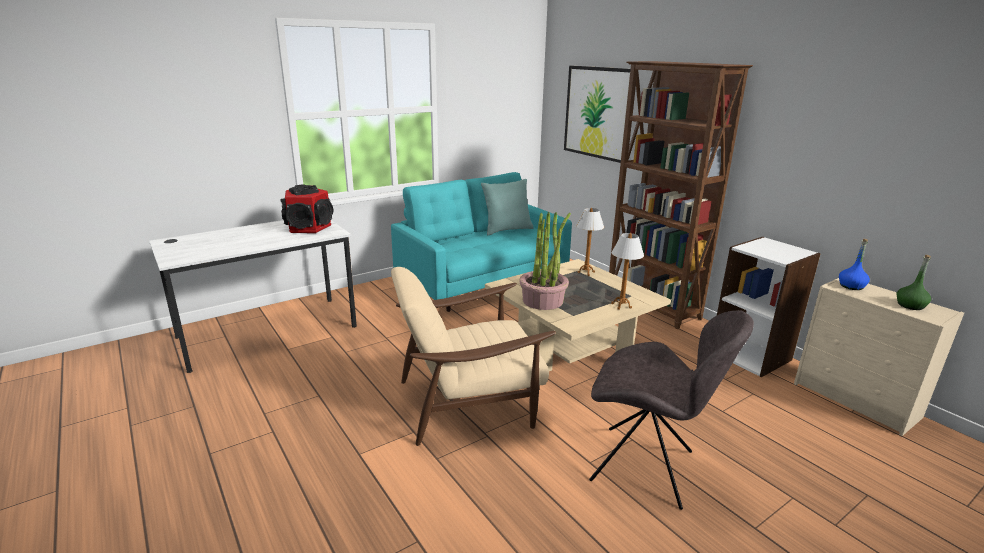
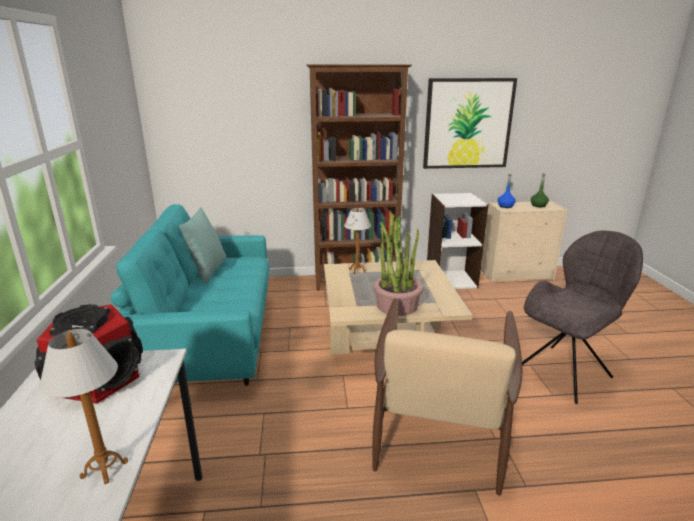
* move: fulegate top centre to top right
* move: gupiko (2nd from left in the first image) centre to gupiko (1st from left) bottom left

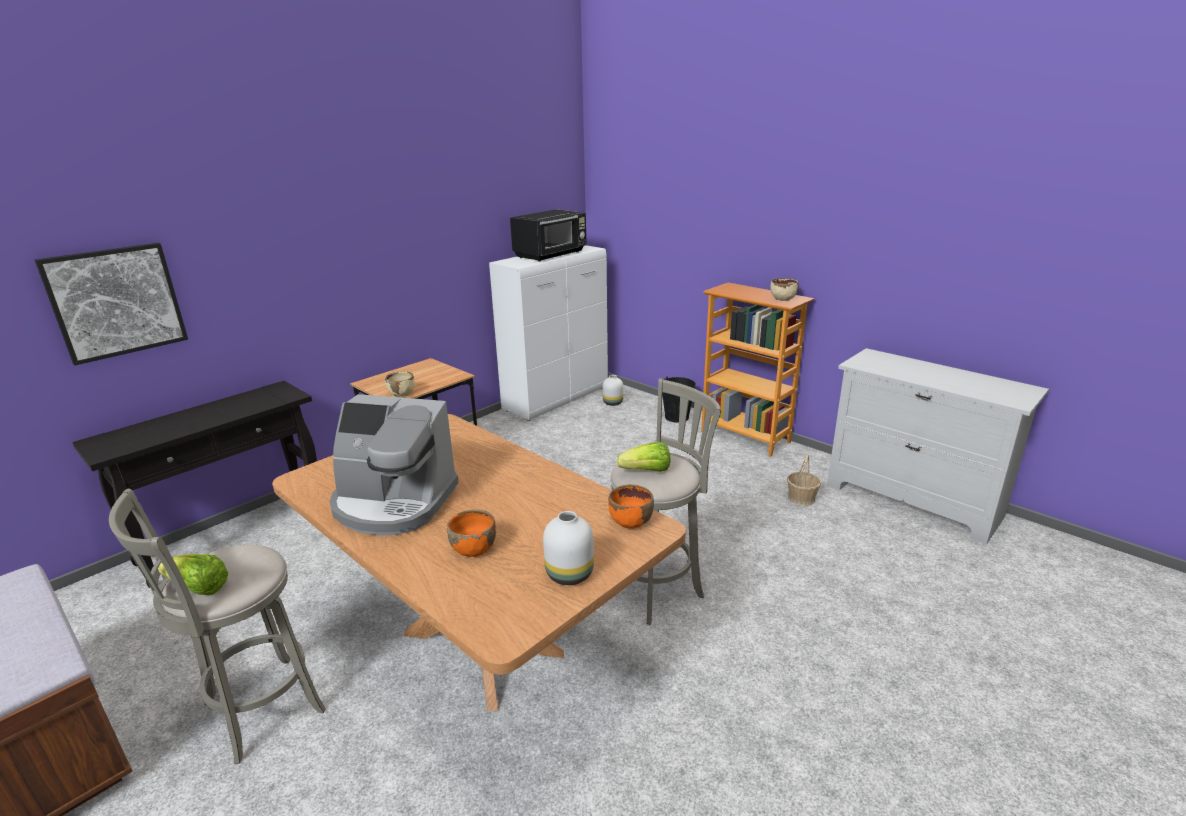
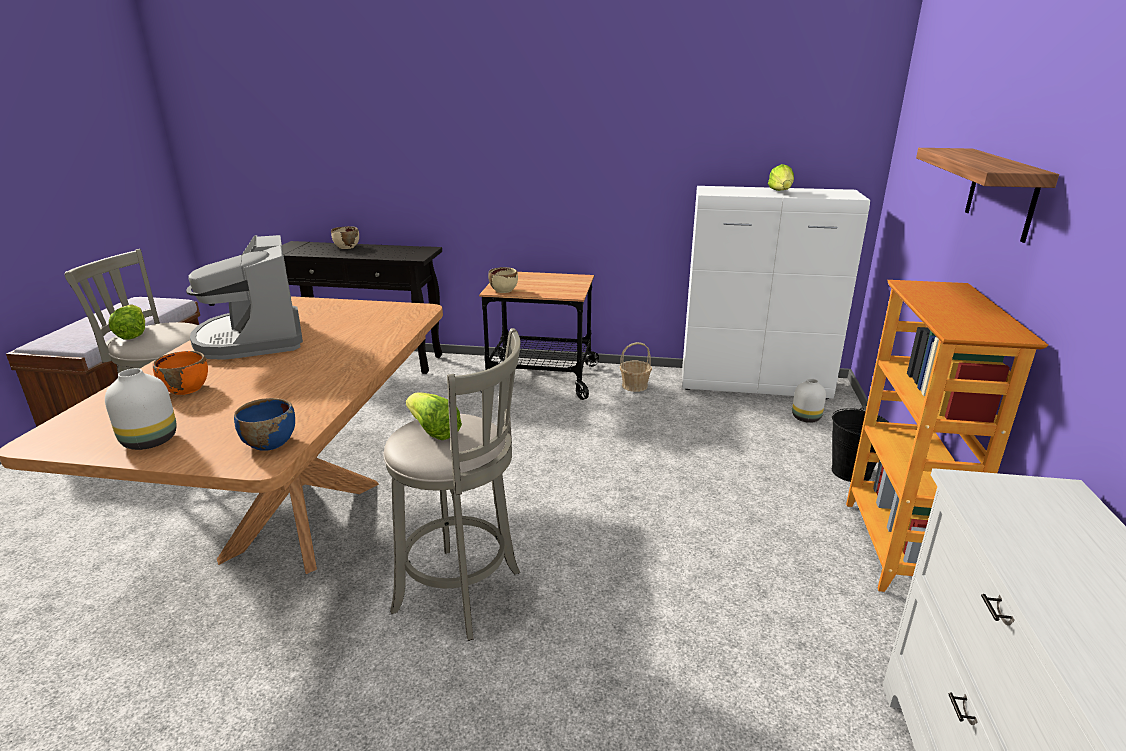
* delete: fulegate middle left
* insert: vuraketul top right
* move: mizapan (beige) (2nd from left in the first image) centre to mizapan (beige) (1st from left) top left
* move: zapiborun middle right to centre
* replace: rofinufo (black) top centre to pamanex (3rd from left) top right
* recolor: mizapan (orange) (2nd from left) centre to mizapan (blue) middle left

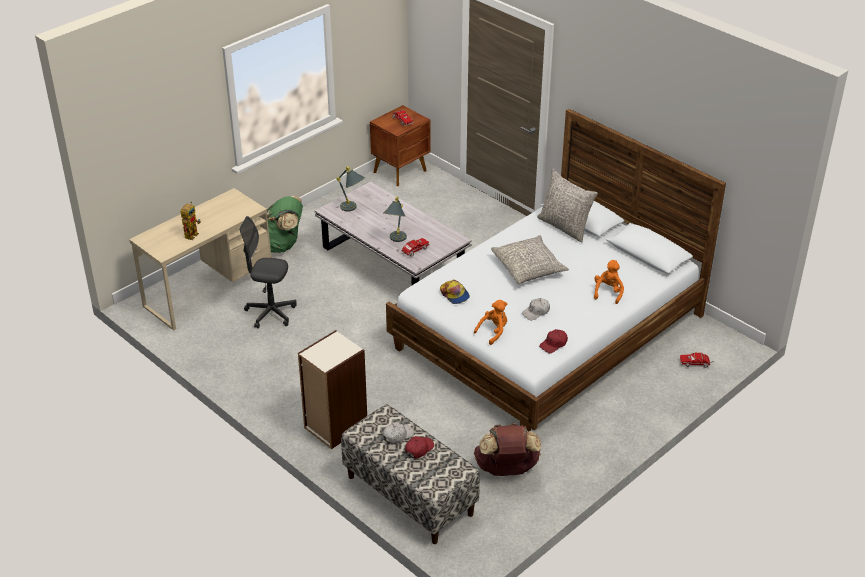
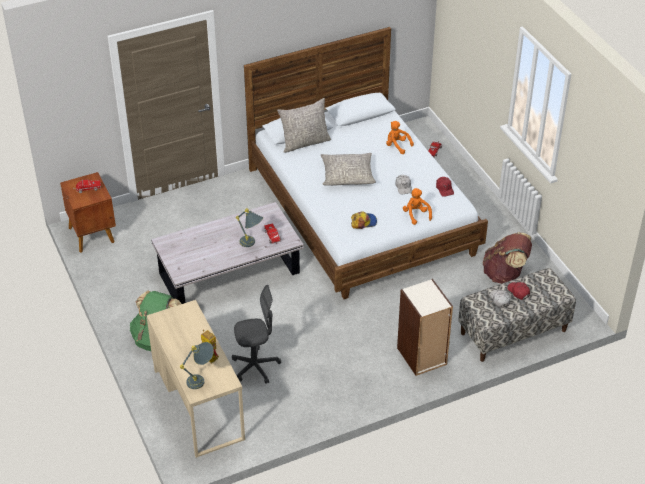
* move: gupiko (grey) (1st from left) top centre to bottom left
* rotate: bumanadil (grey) middle left = bottom centre 135 degrees counterclockwise

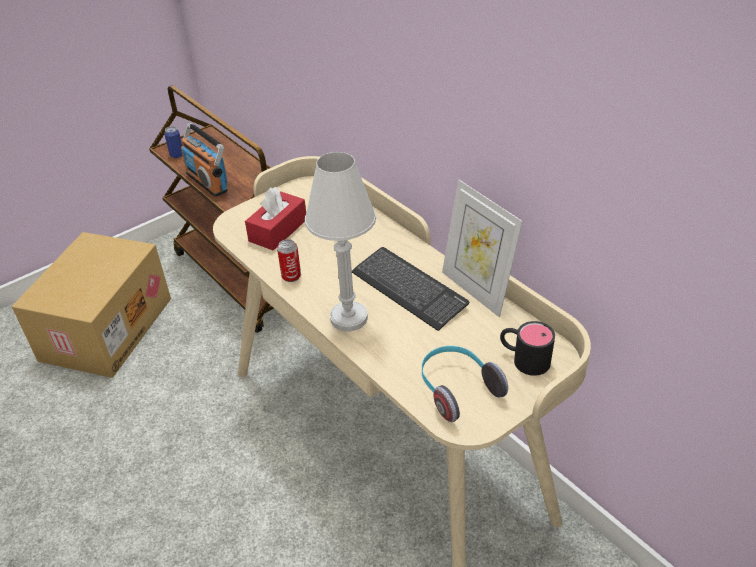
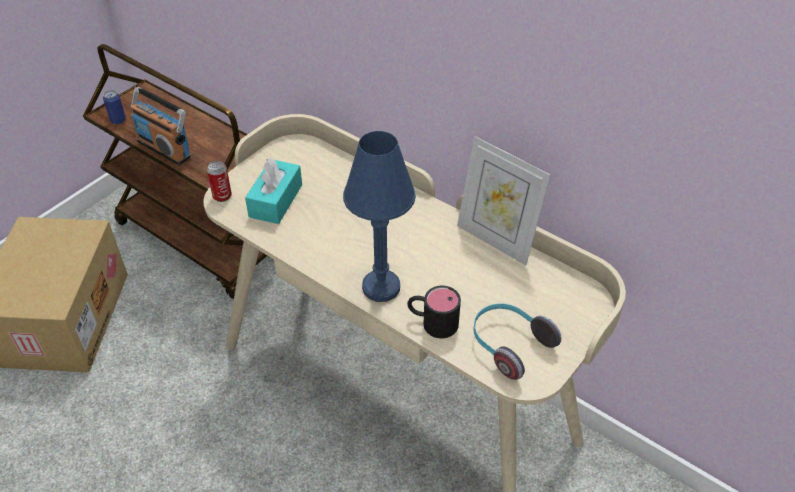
* delete: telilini centre
* move: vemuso (2nd from left) centre to middle left
* move: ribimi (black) middle right to centre
* recolor: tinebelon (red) centre to tinebelon (turquoise) centre
* recolor: gupiko (white) centre to gupiko (blue) centre

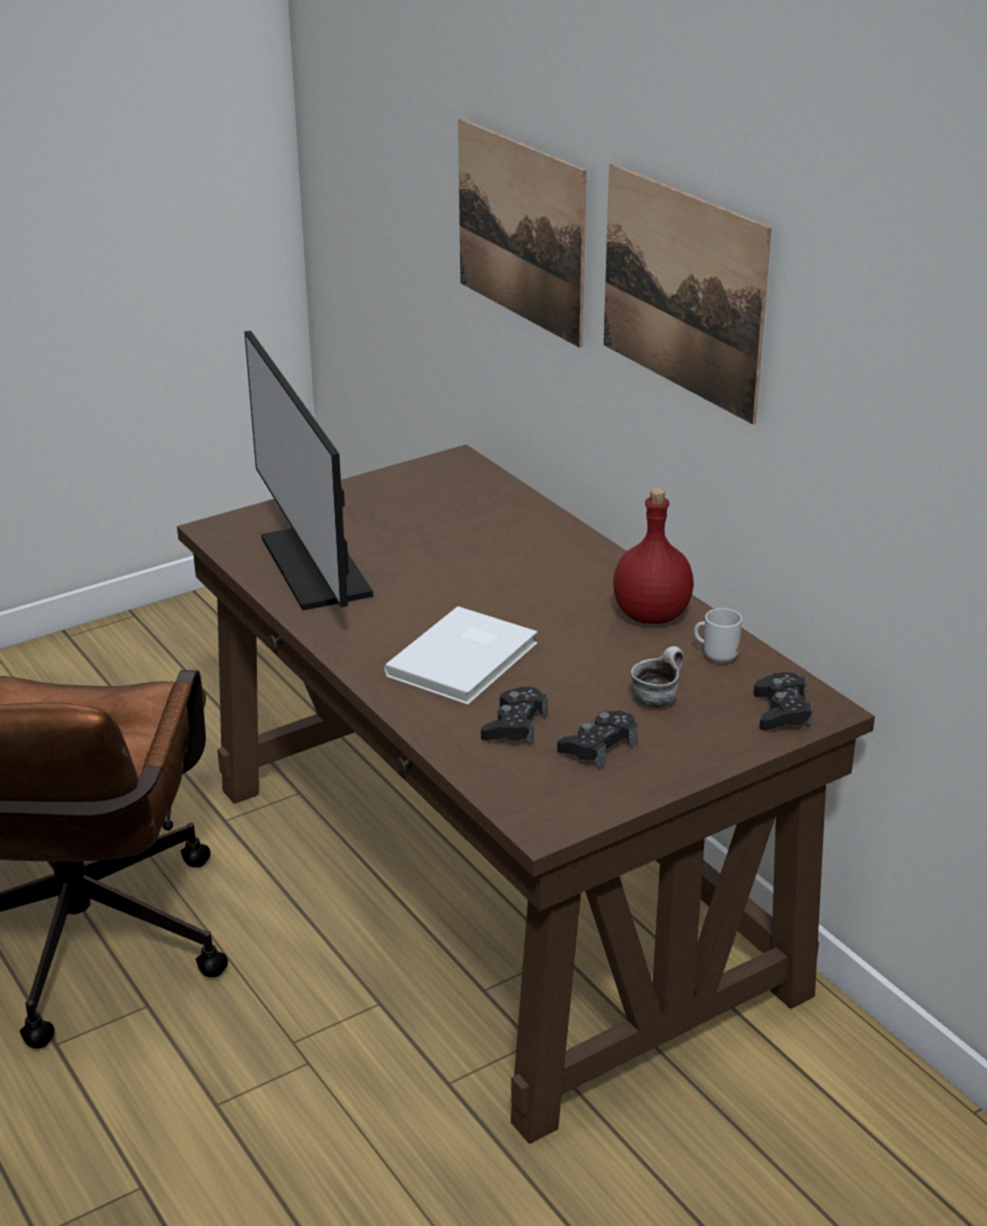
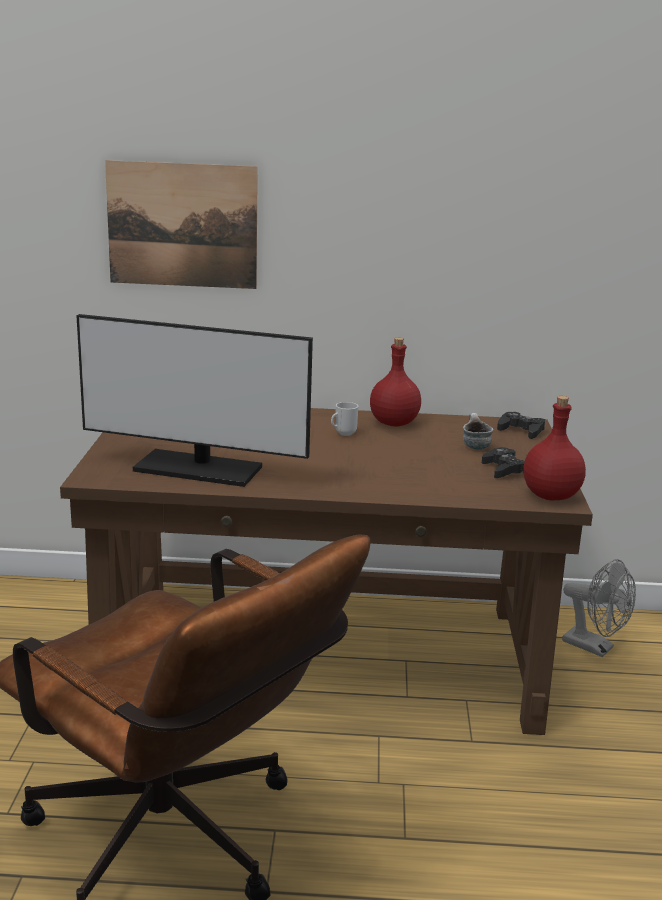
* delete: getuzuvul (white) centre
* delete: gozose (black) (1st from left) centre
* delete: fulegate (2nd from left) top right
* insert: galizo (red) (2nd from left) middle right
* insert: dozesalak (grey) bottom right
* move: ribimi (2nd from left in the first image) middle right to ribimi (1st from left) centre

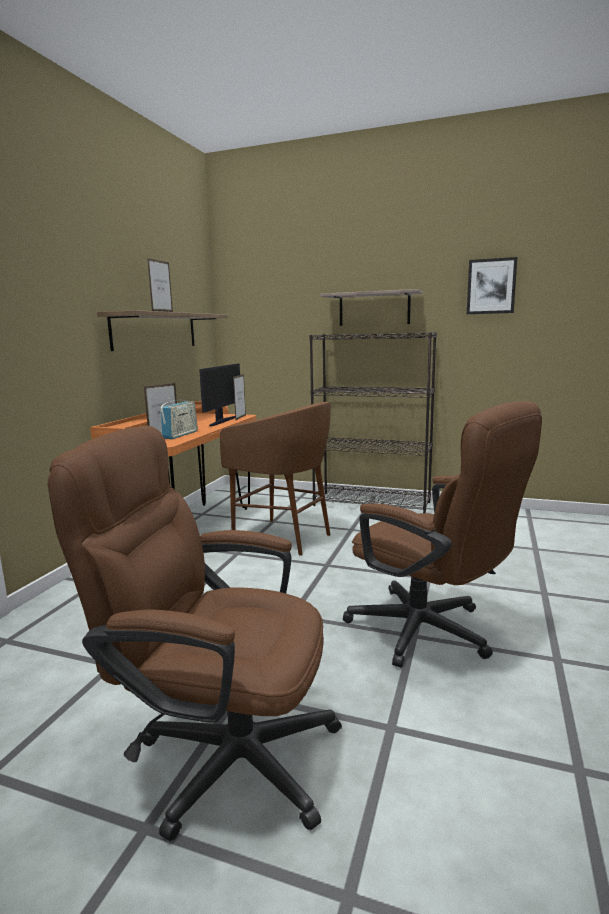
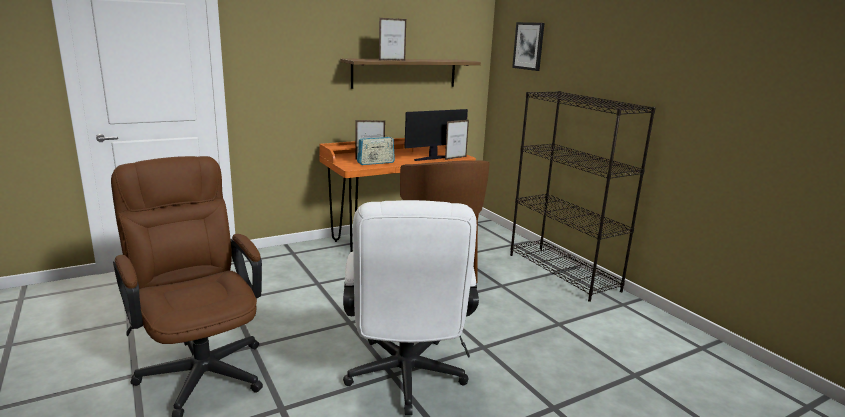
* delete: vuraketul (2nd from left) centre
* move: fulegate top right to top centre
* recolor: bumanadil (brown) (2nd from left) middle right to bumanadil (white) bottom centre

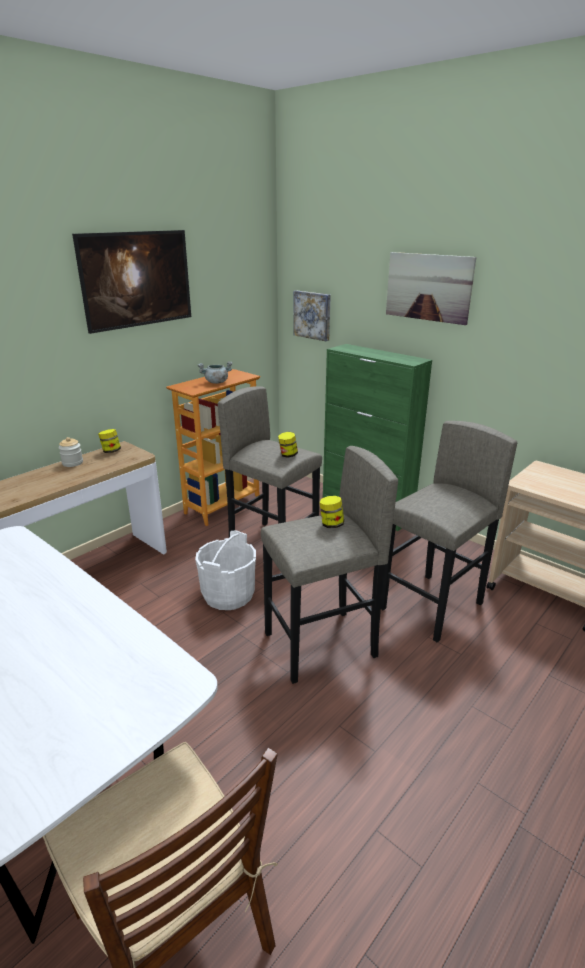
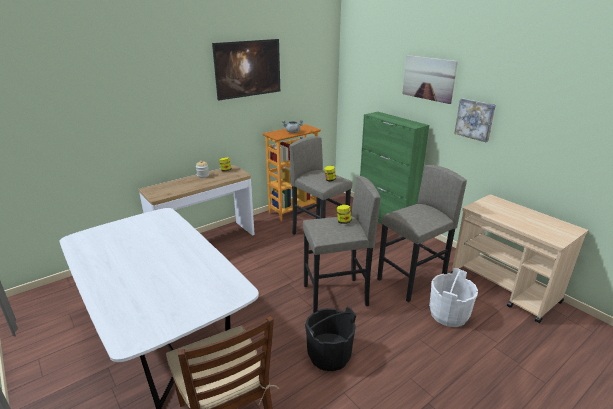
* insert: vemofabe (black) bottom centre
* move: vemofabe (white) centre to bottom right
* move: fulegate (2nd from left in the first image) top centre to fulegate (3rd from left) top right

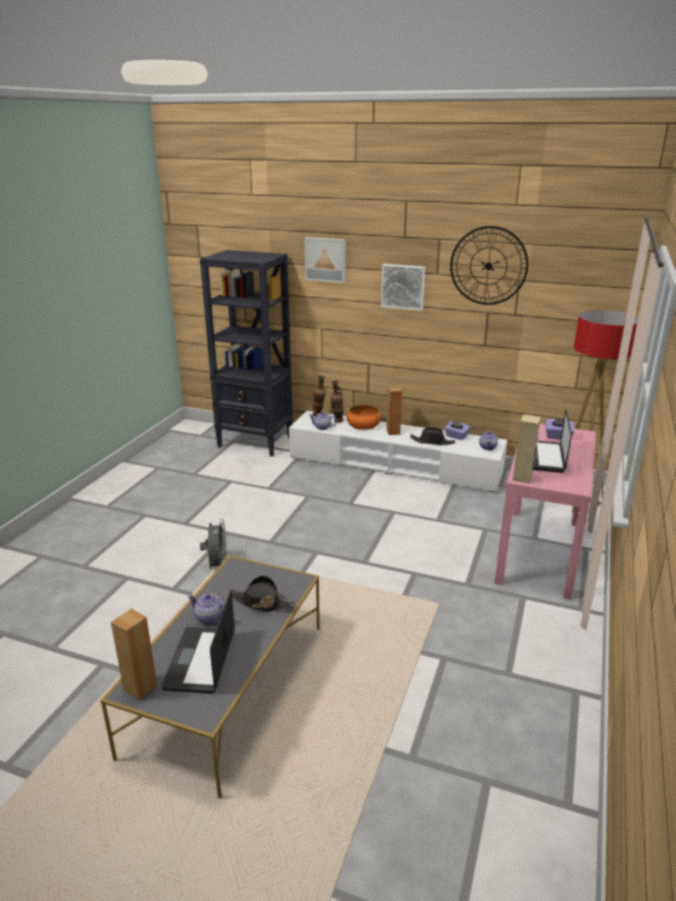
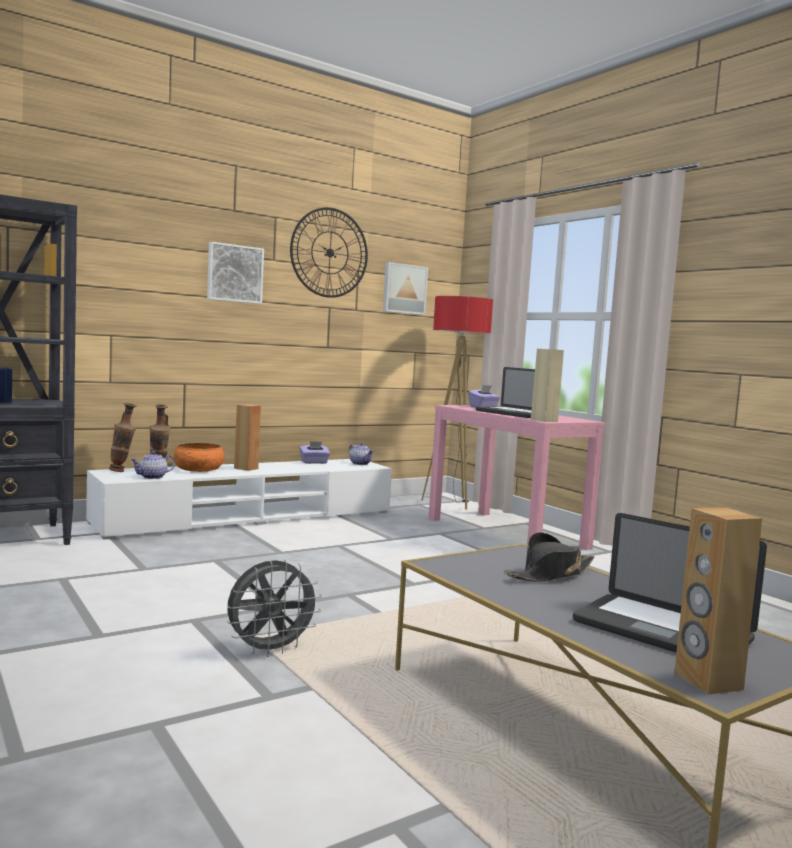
* delete: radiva (1st from left) bottom left
* delete: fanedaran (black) (2nd from left) centre
* move: fulegate (1st from left in the first image) top centre to fulegate (2nd from left) centre
* rotate: dozesalak (grey) middle left = bottom centre 120 degrees clockwise

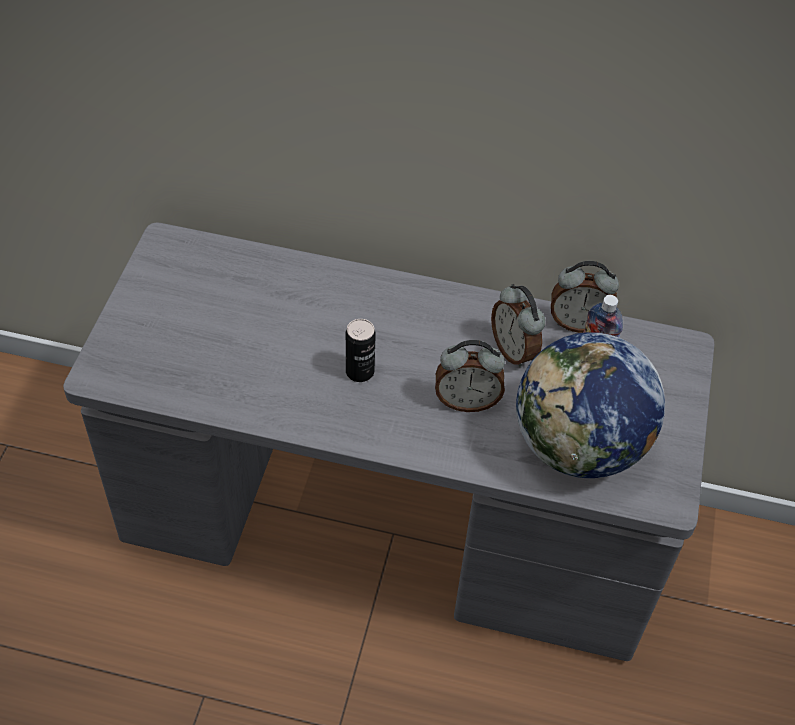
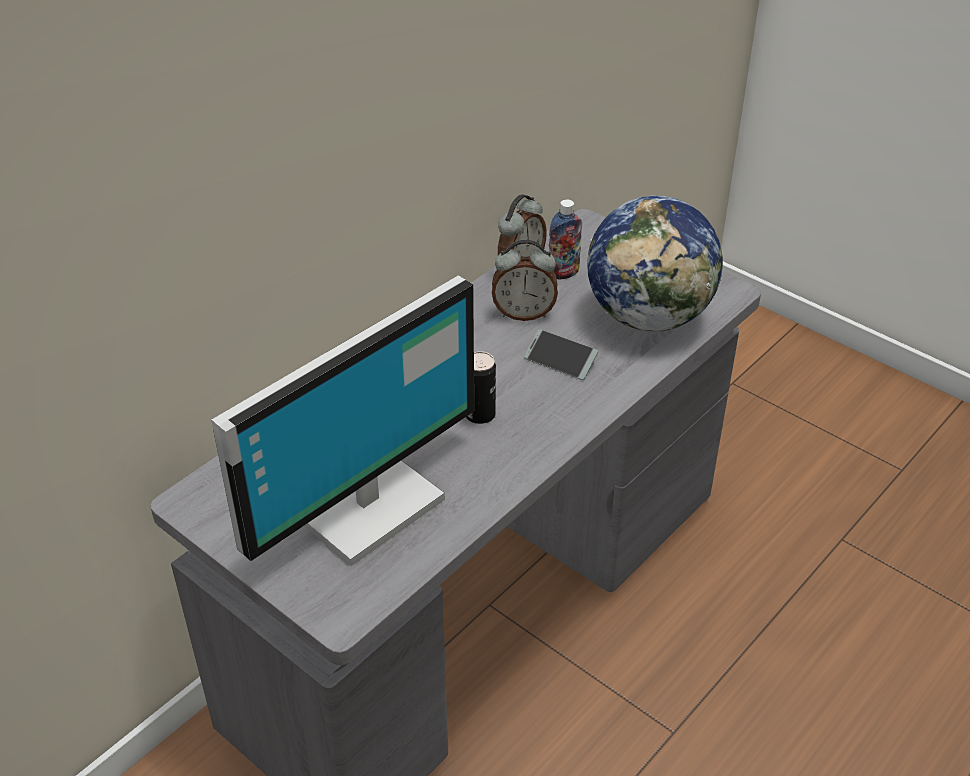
* insert: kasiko centre
* replace: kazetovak (1st from left) centre to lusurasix centre

